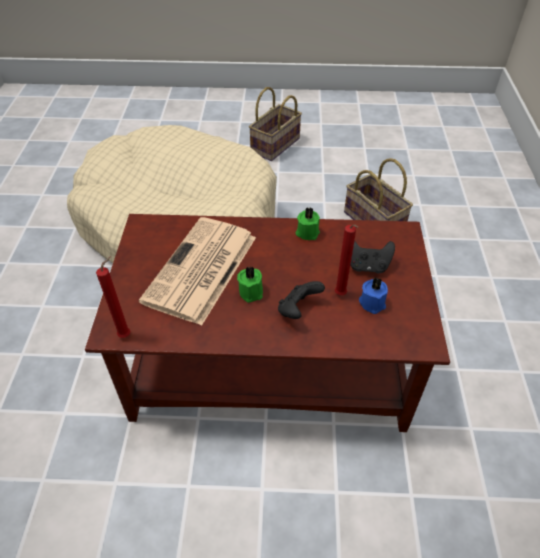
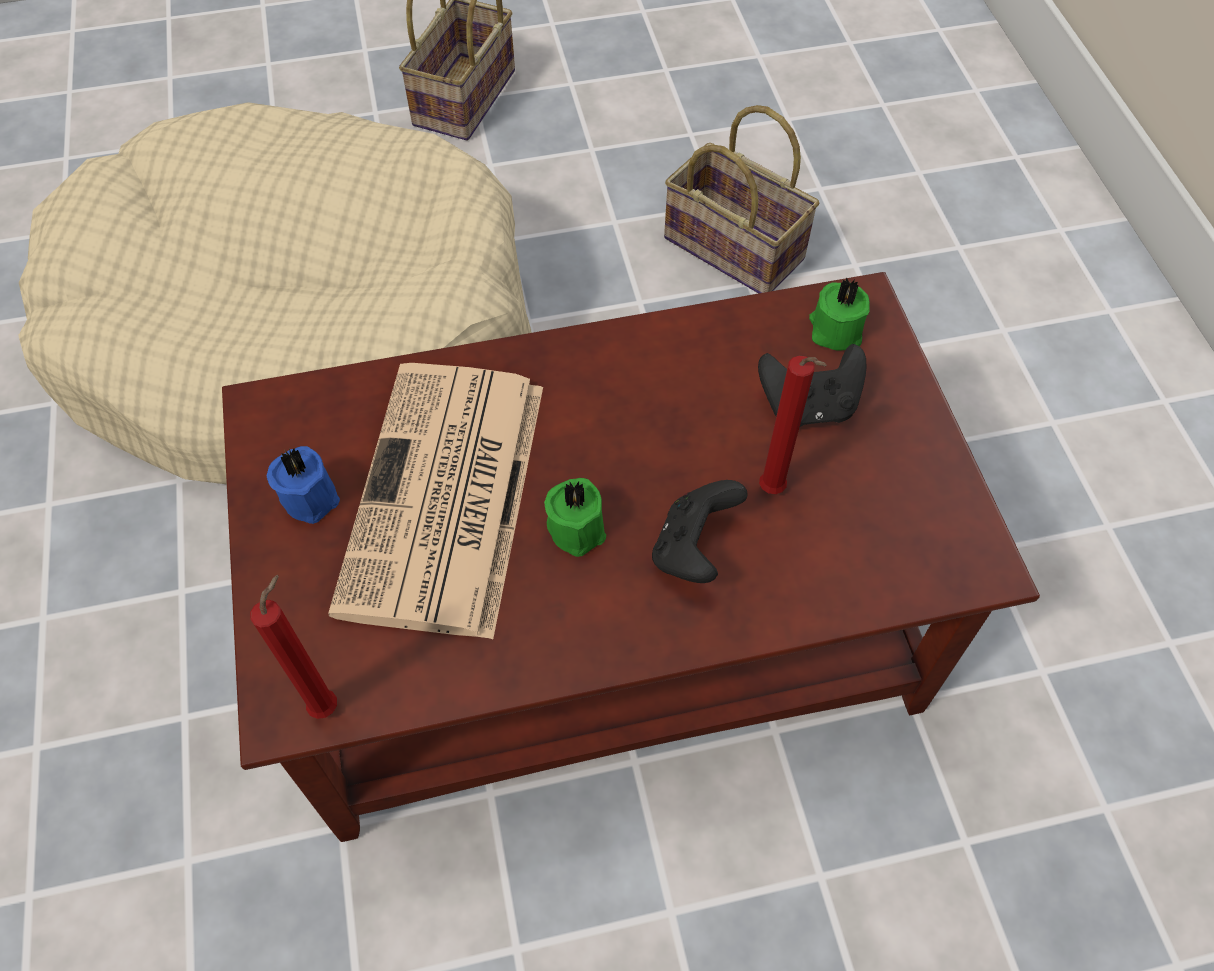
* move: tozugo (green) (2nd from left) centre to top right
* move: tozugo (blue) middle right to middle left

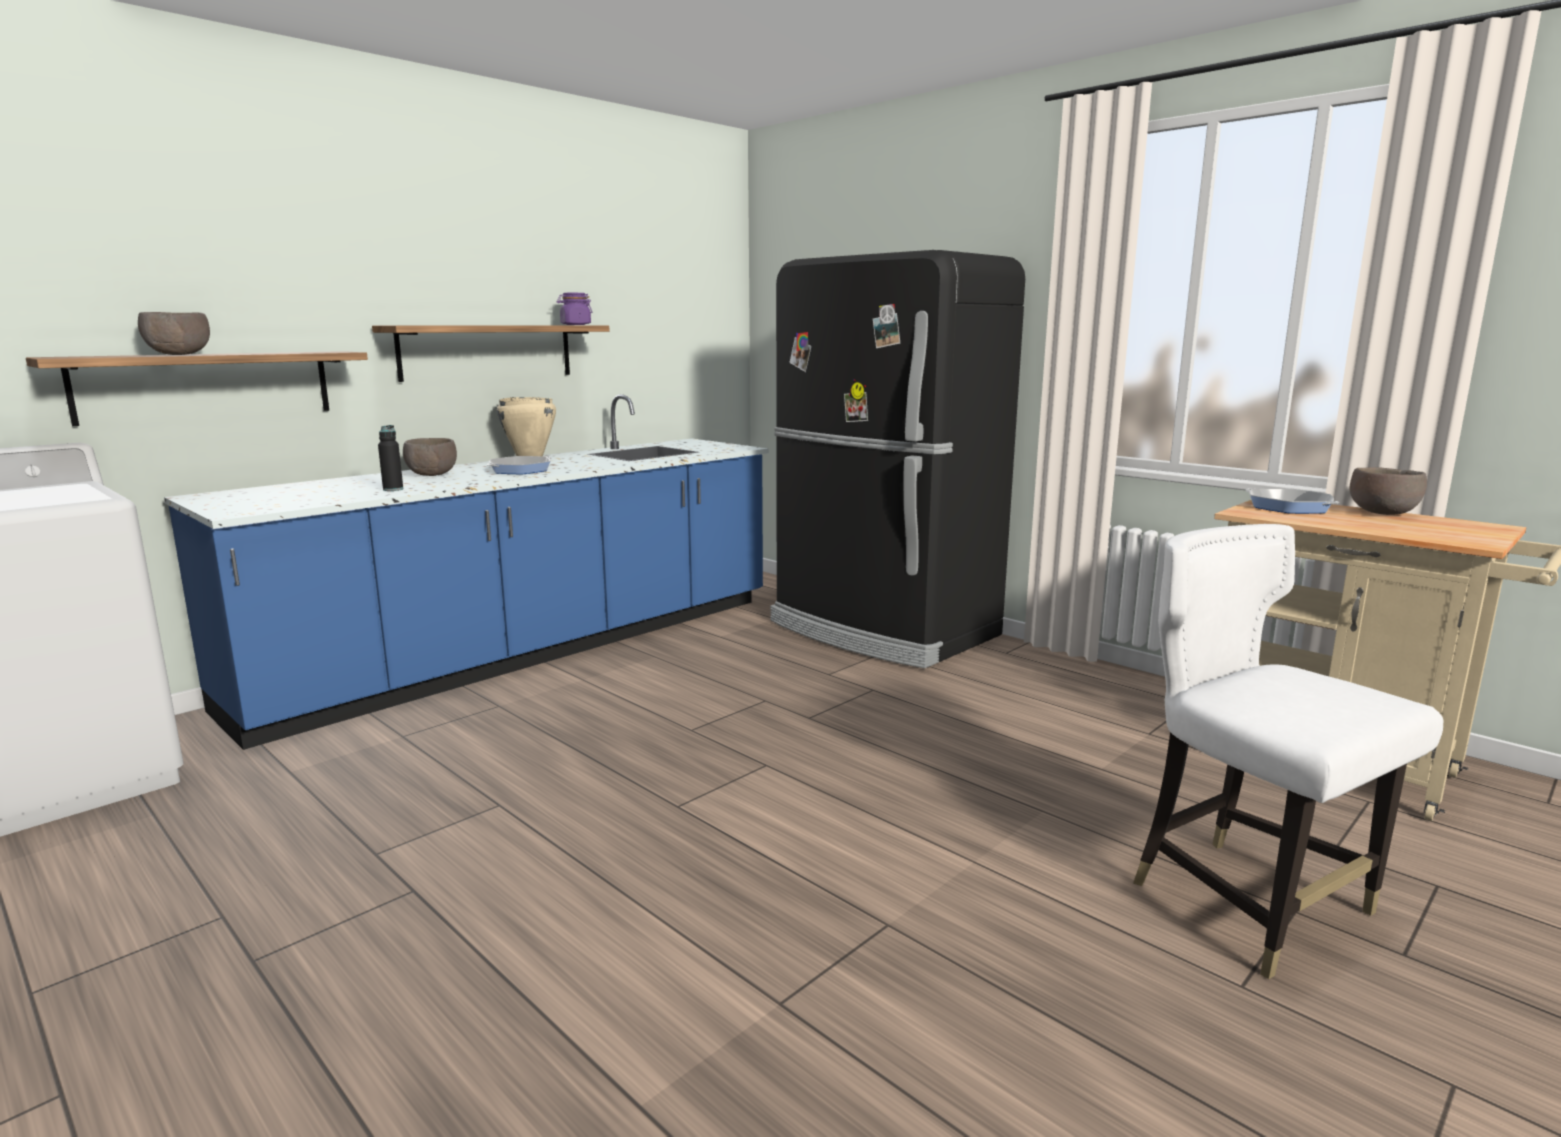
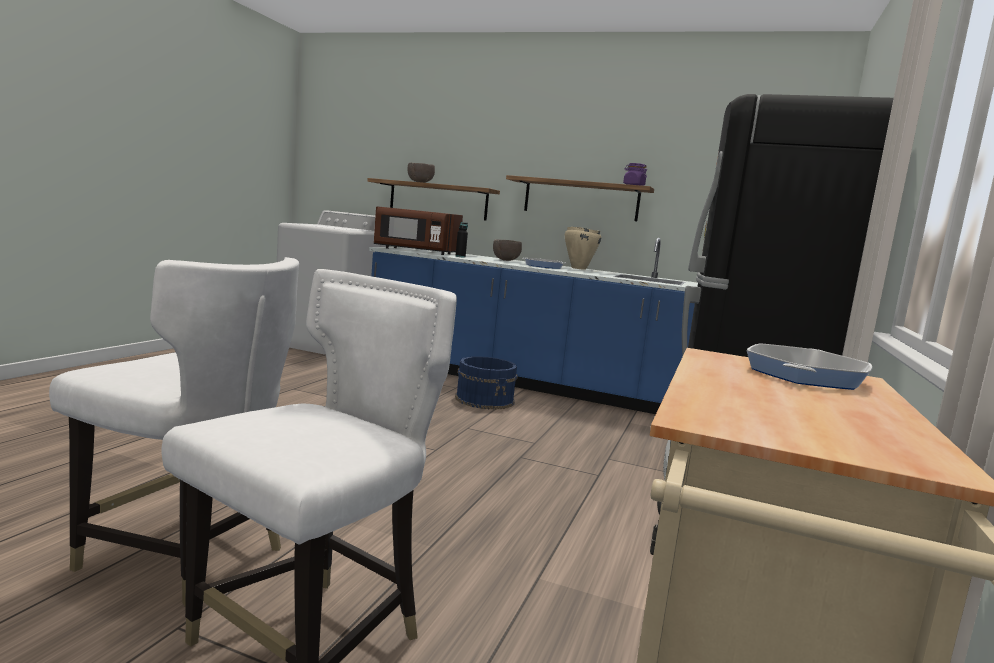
* delete: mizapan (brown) (3rd from left) middle right
* insert: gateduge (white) (1st from left) middle left
* insert: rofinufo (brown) centre
* insert: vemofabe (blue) centre

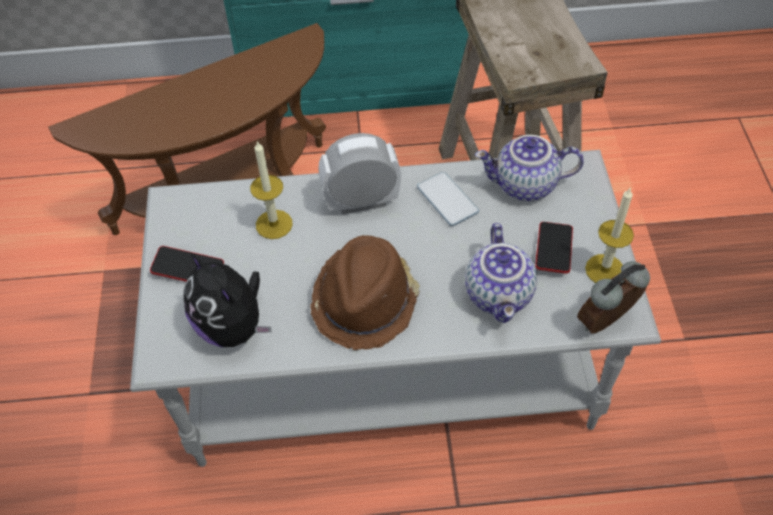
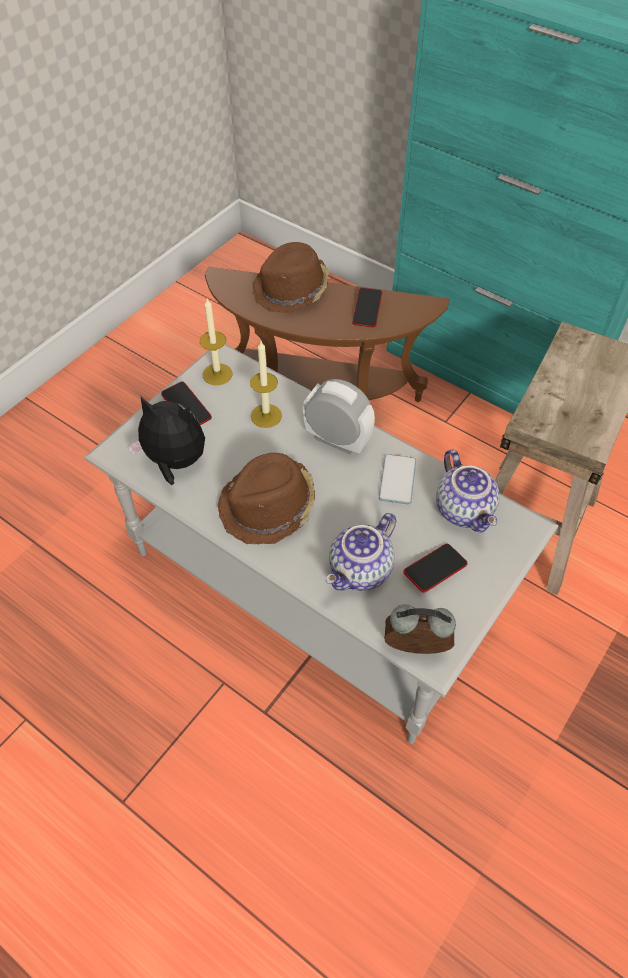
* insert: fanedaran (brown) (2nd from left) top centre
* insert: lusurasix (2nd from left) top centre
* move: tozugo (2nd from left in the first image) middle right to tozugo (1st from left) centre
* rotate: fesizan middle left = middle left 105 degrees clockwise
* rotate: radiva (2nd from left) top right = middle right 150 degrees counterclockwise

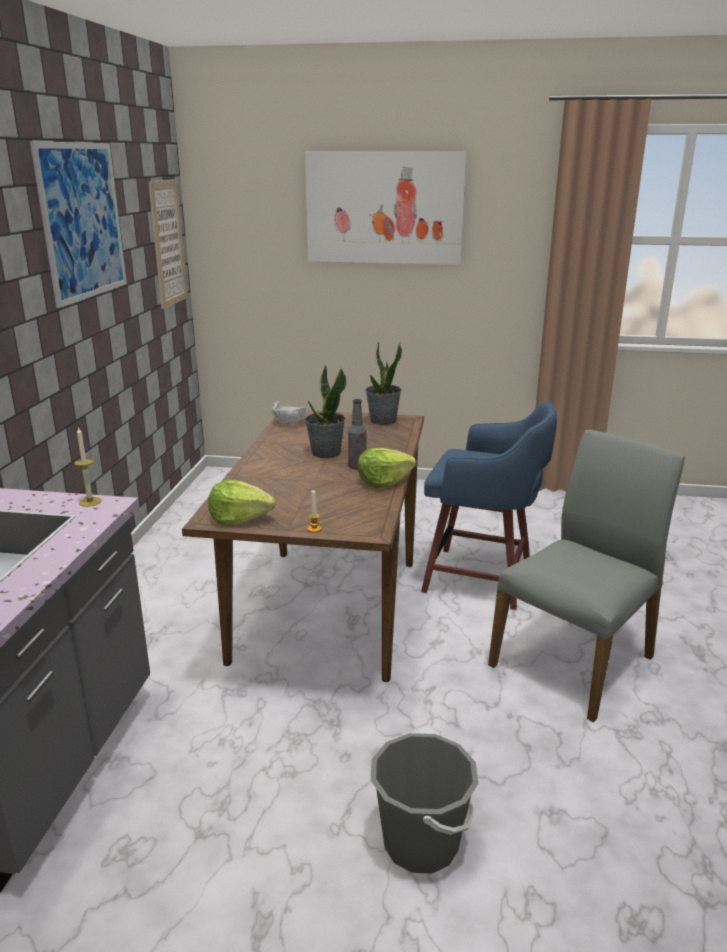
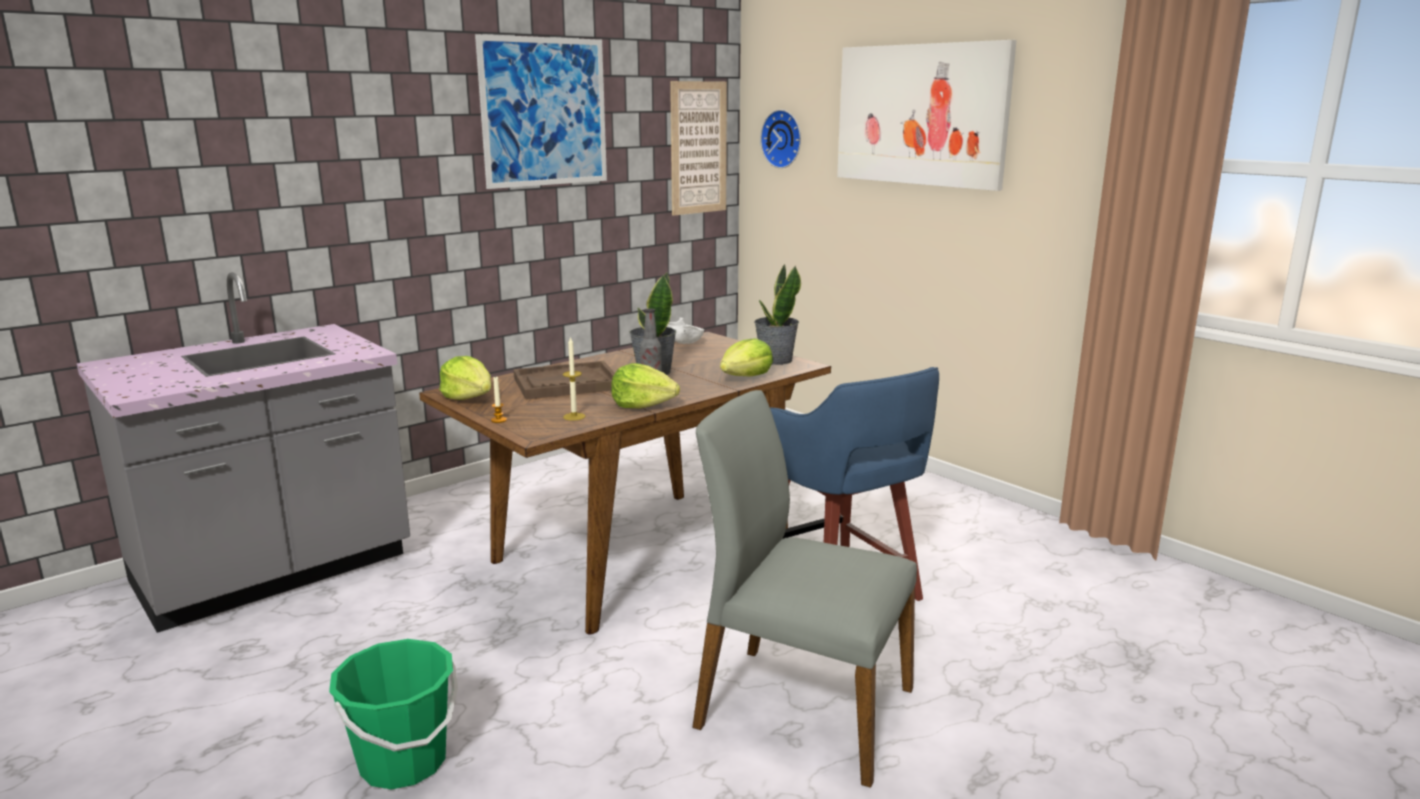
* insert: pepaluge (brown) centre
* insert: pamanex (3rd from left) centre
* insert: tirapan top centre
* move: tozugo (1st from left in the first image) middle left to tozugo (2nd from left) centre
* recolor: vemofabe (grey) bottom centre to vemofabe (green) bottom left
* rotate: gateduge (grey) middle right = bottom centre 150 degrees counterclockwise

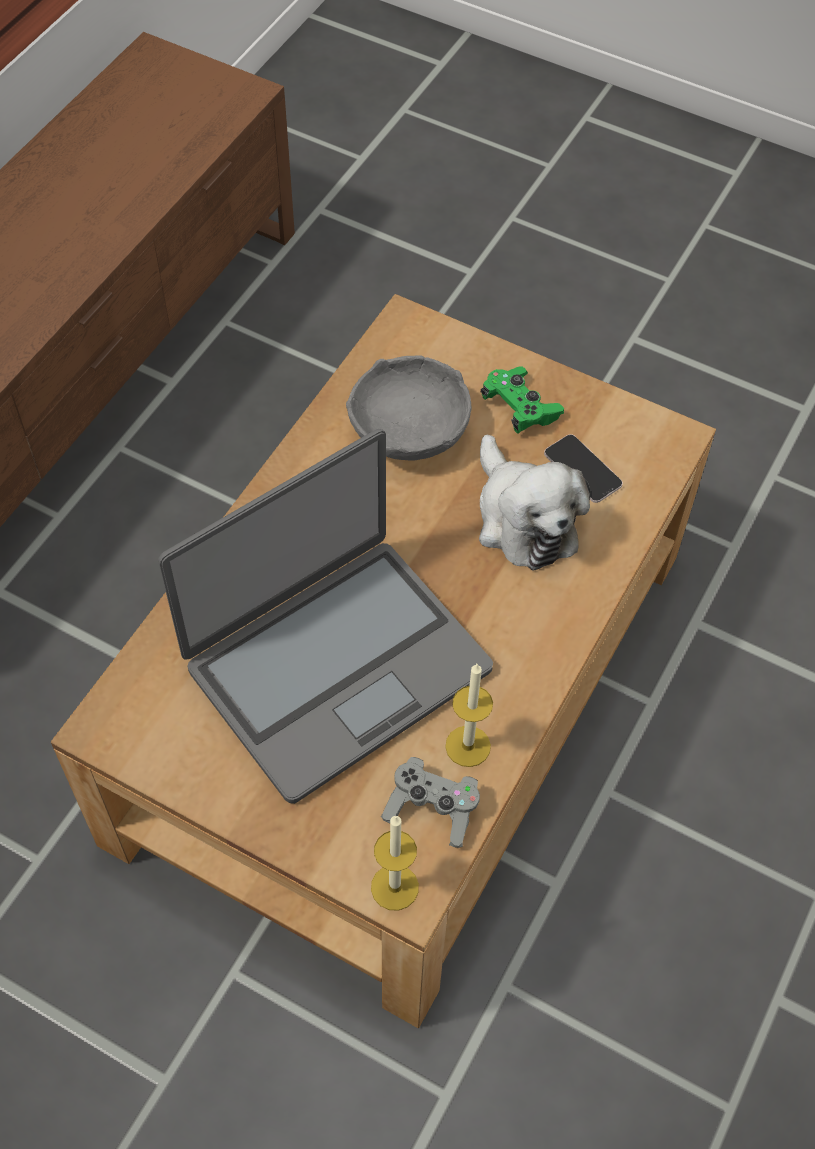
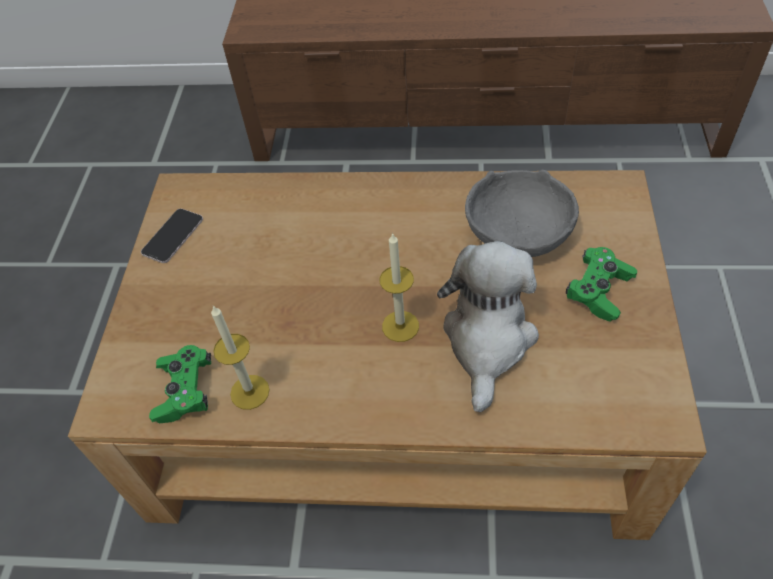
* delete: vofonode centre
* move: tozugo (1st from left in the first image) bottom centre to tozugo (2nd from left) centre
* move: lusurasix middle right to middle left
* recolor: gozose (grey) bottom centre to gozose (green) (1st from left) middle left
* rotate: fesizan centre = centre 150 degrees clockwise

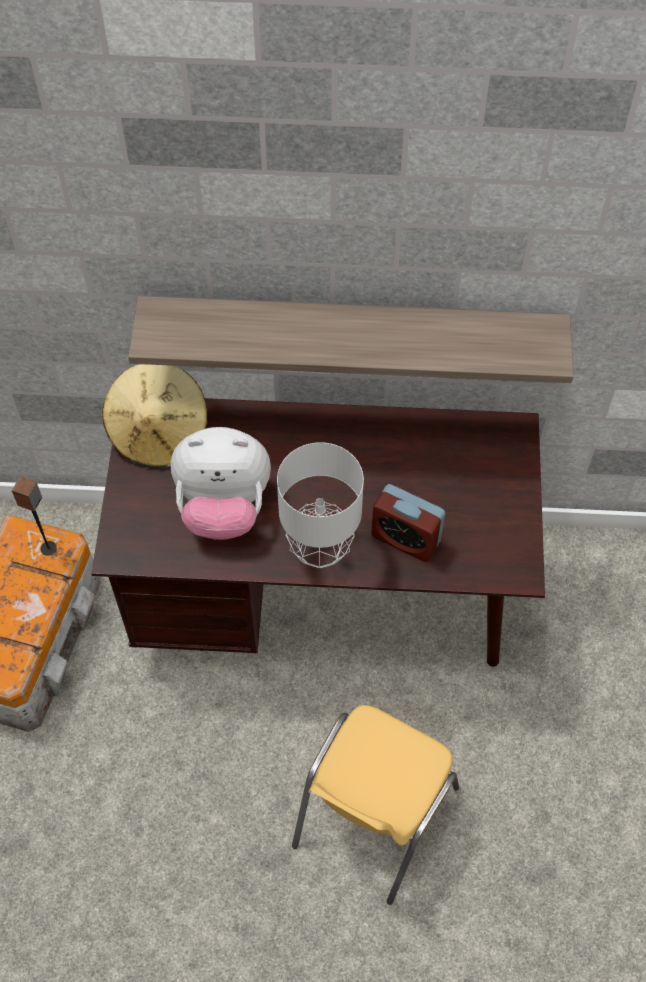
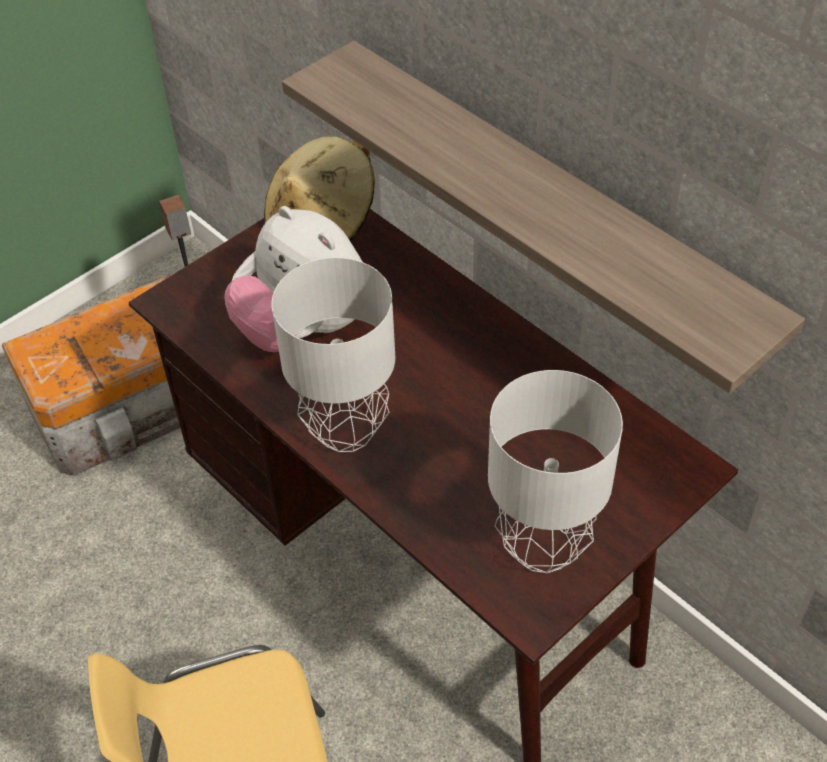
* delete: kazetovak centre
* insert: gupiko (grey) (2nd from left) middle right

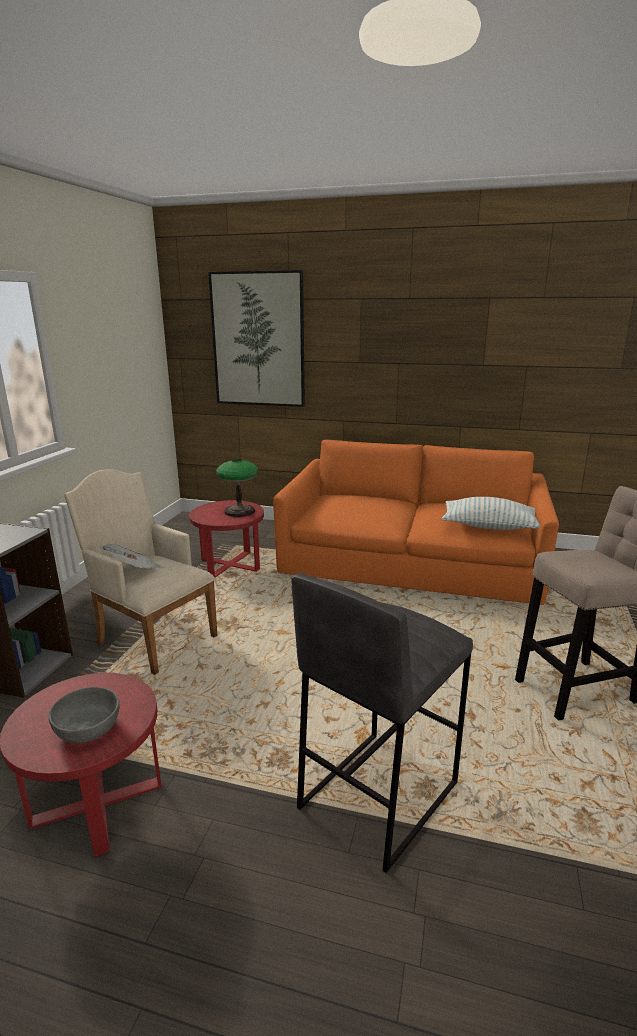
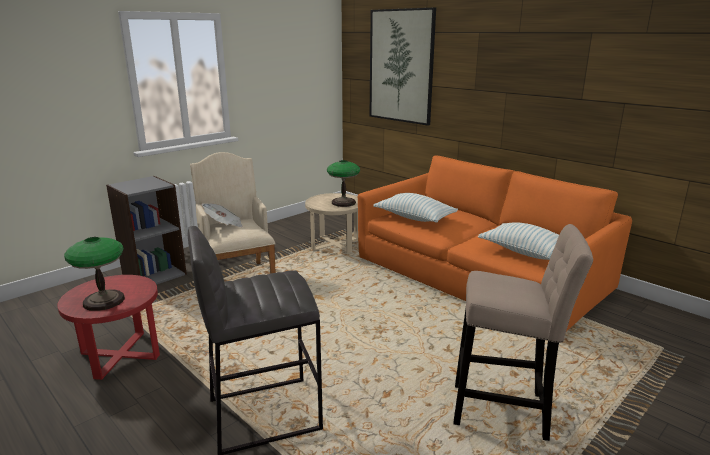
* insert: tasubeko (1st from left) centre
* replace: mizapan (grey) bottom left to gupiko (1st from left) middle left
* recolor: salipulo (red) (2nd from left) centre to salipulo (beige) centre

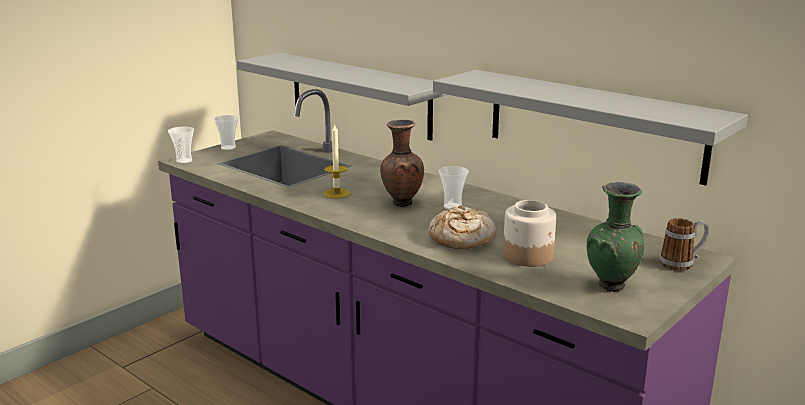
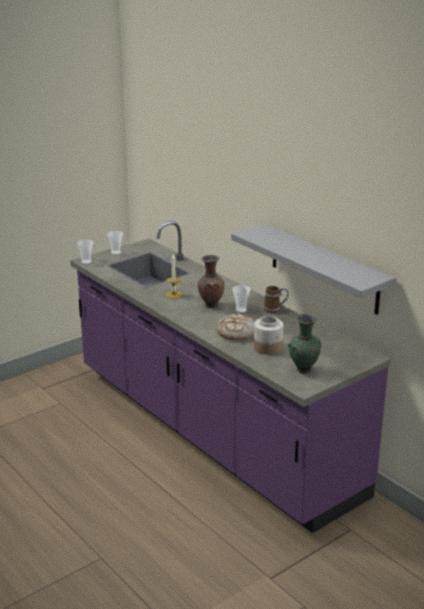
* delete: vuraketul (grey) (1st from left) top centre
* move: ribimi middle right to centre

